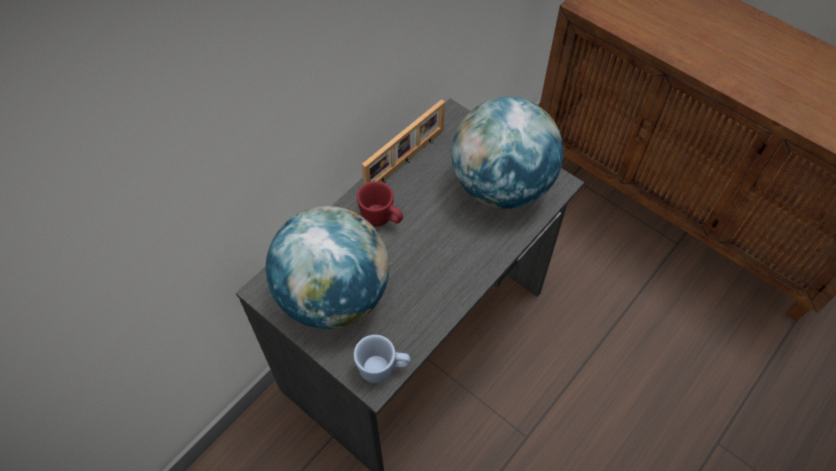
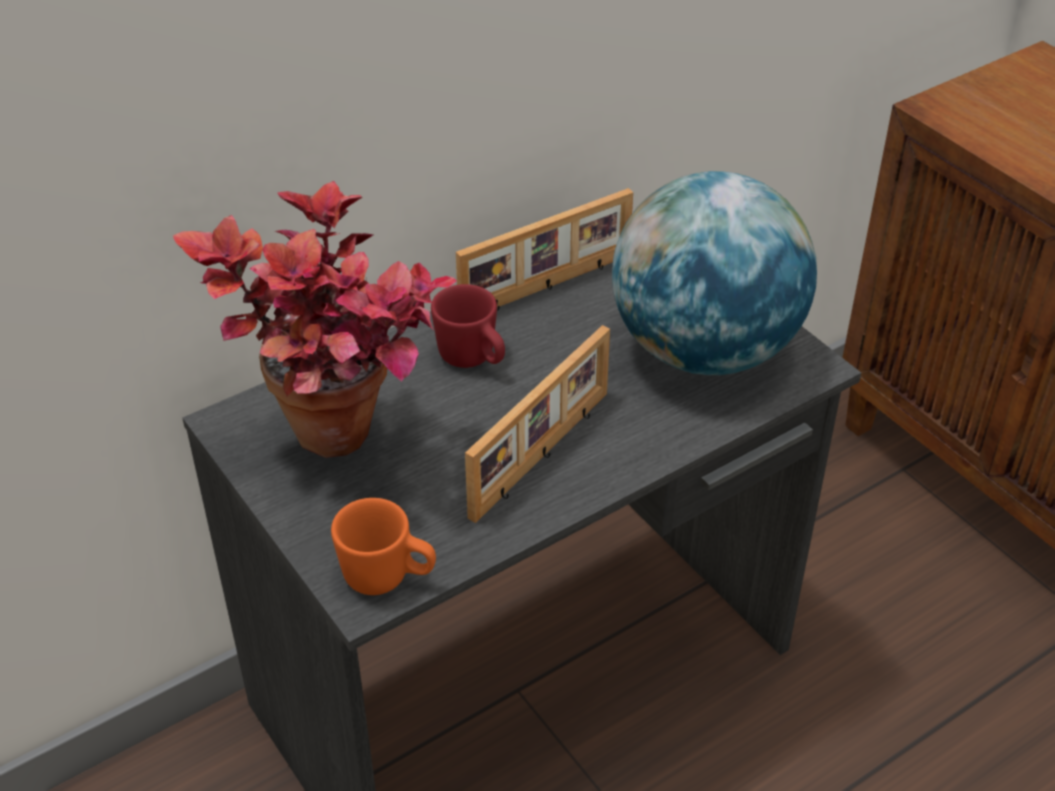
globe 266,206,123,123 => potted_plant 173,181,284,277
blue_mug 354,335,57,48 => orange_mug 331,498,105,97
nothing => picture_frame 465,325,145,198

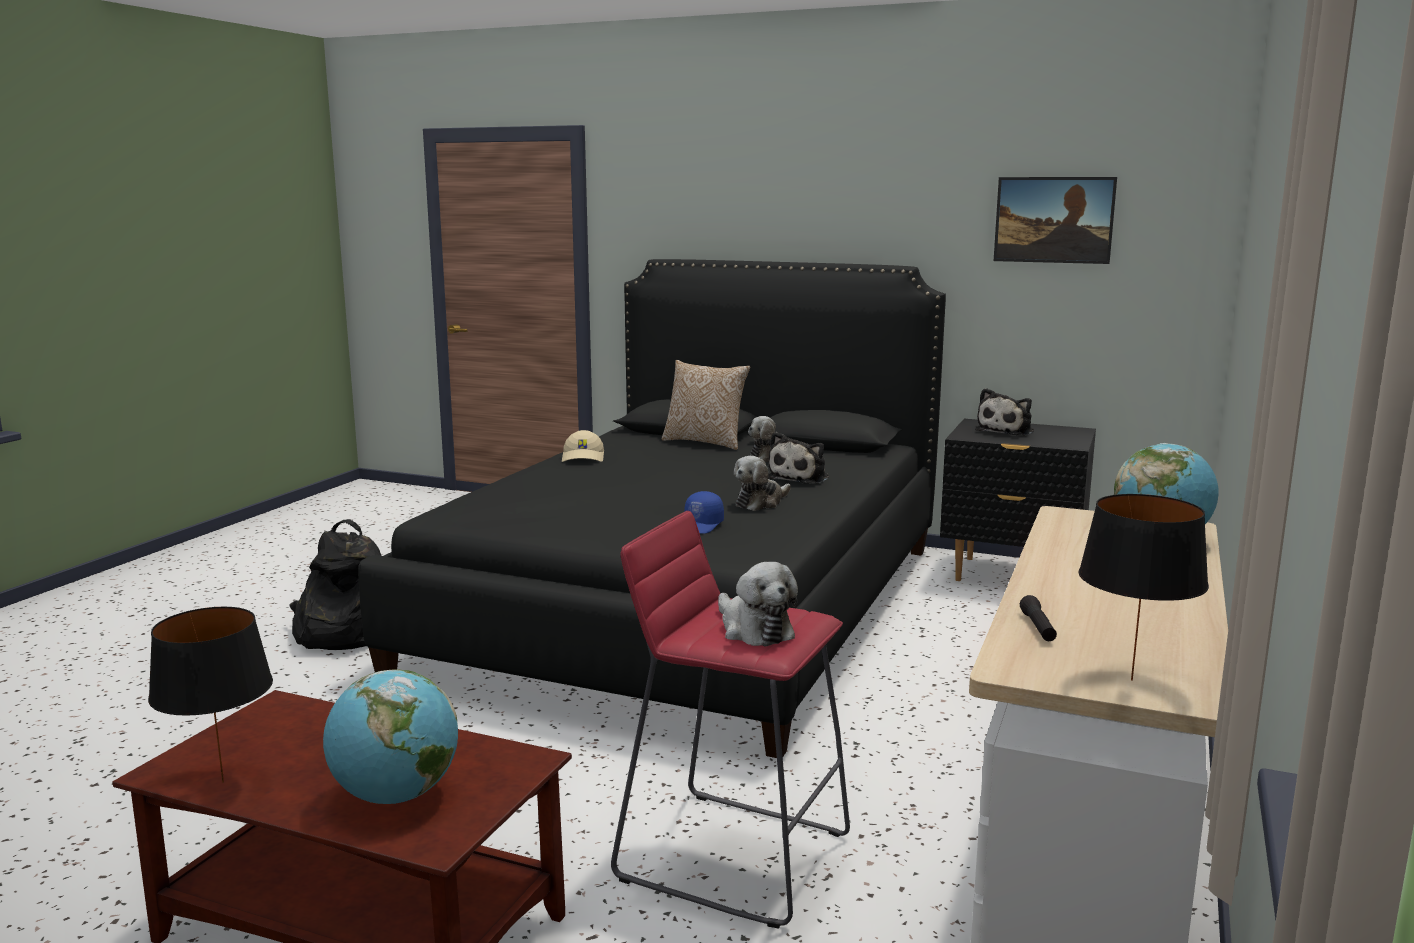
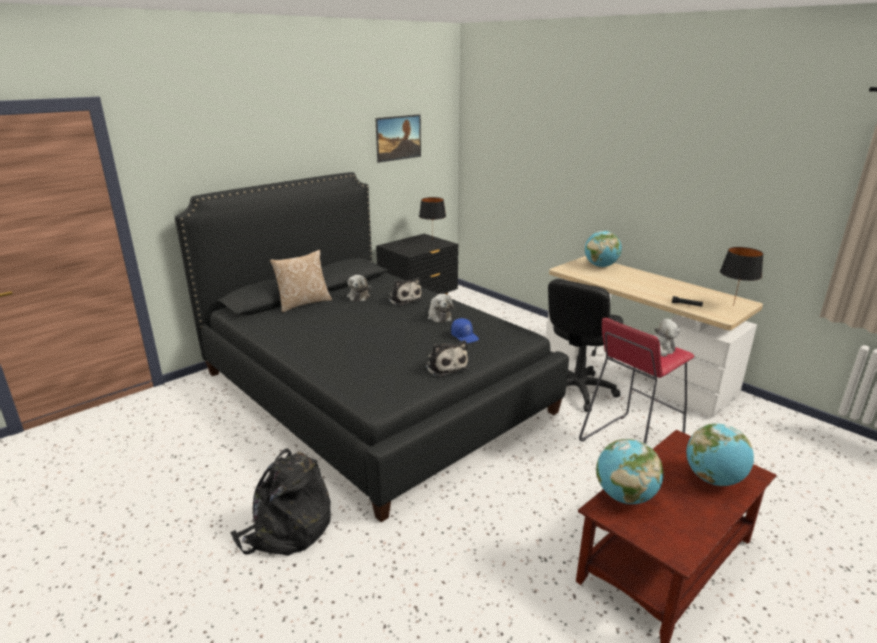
black_table_lamp 148,607,125,176 => black_table_lamp 419,197,27,40, relocated
beige_cap 562,430,42,32 => nothing
plush_toy 975,388,59,48 => plush_toy 425,340,44,37, relocated
nothing => black_office_chair 548,279,75,133
nothing => globe 596,439,68,65

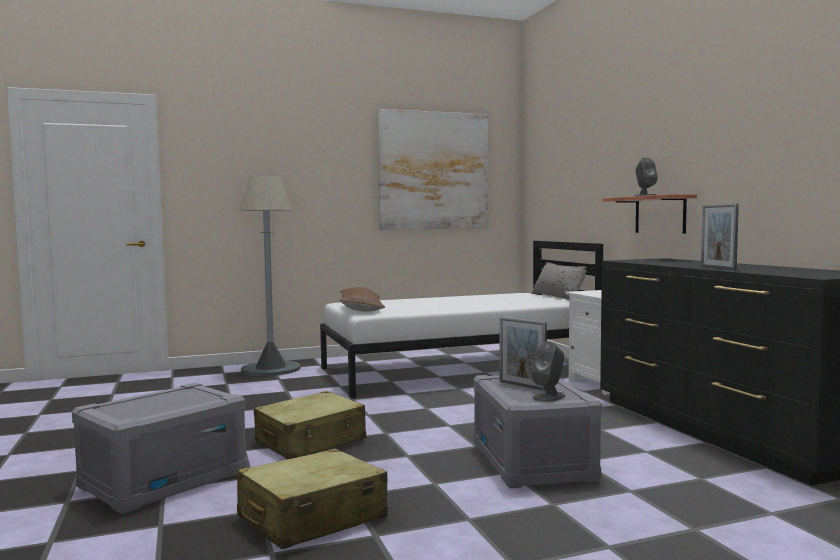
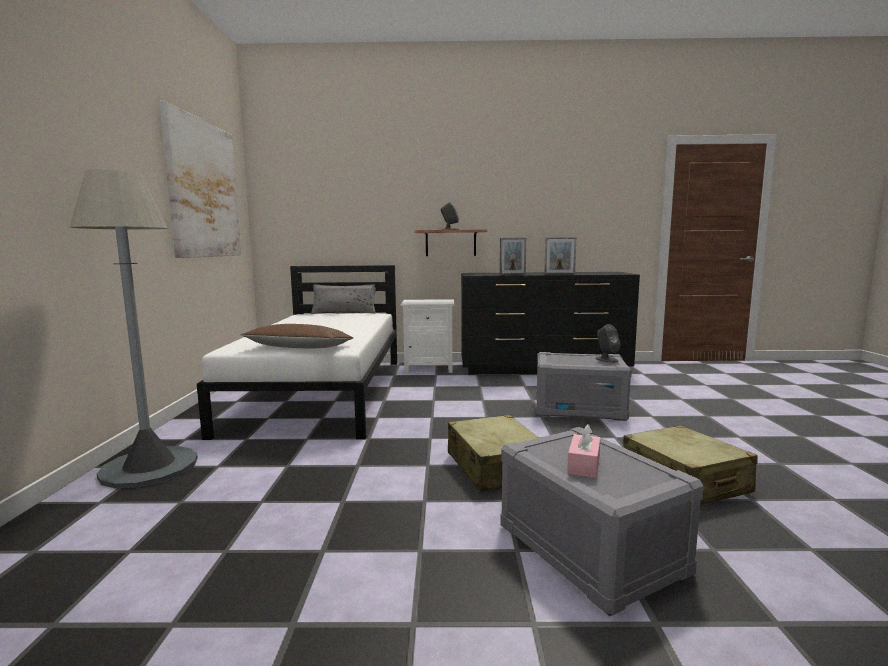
picture_frame 500,317,47,74 => picture_frame 500,238,26,37, relocated
nothing => pink_tissue_box 567,424,34,54

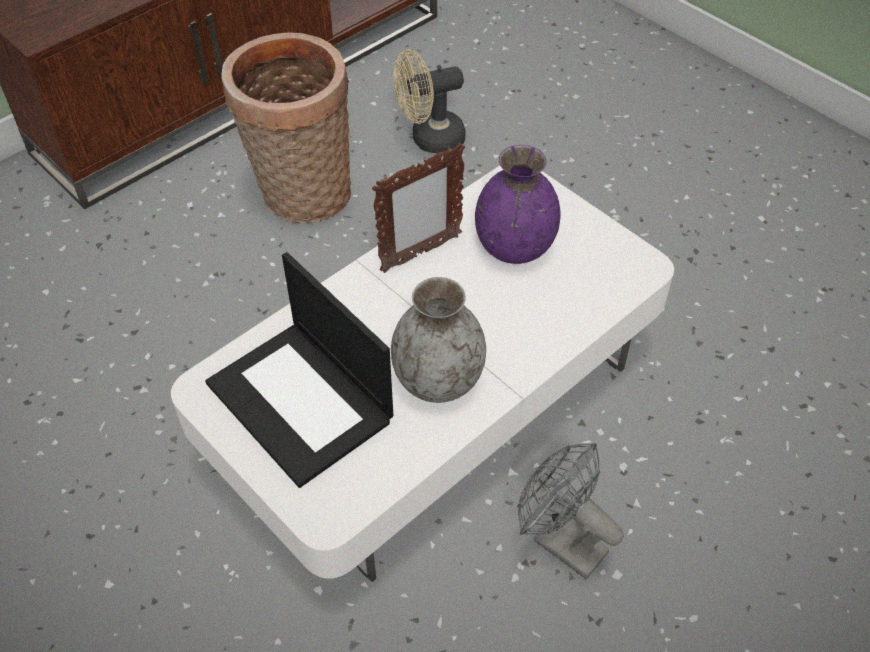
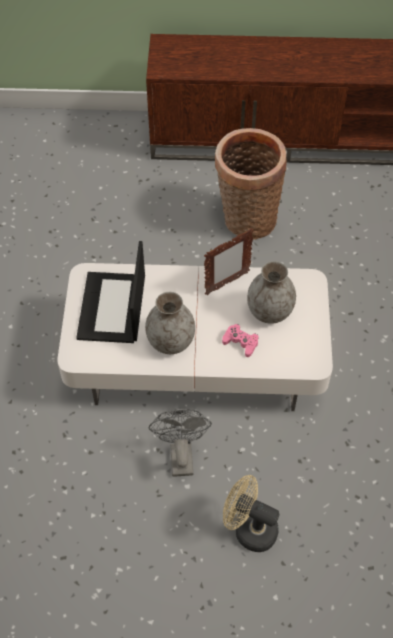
picture_frame 372,143,93,130 => picture_frame 204,228,50,67, 45 degrees counterclockwise
beige_fan 393,49,73,104 => beige_fan 223,475,57,77, relocated
purple_vase 475,145,86,119 => grey_vase 247,261,49,63
nothing => pink_game_controller 222,324,37,33

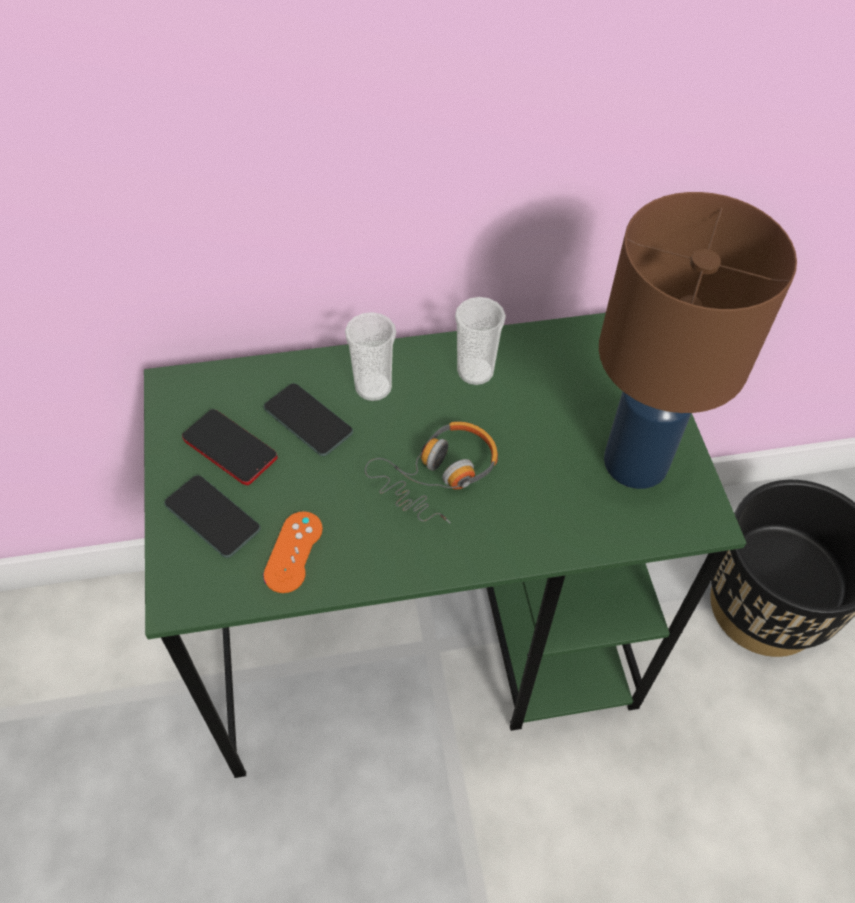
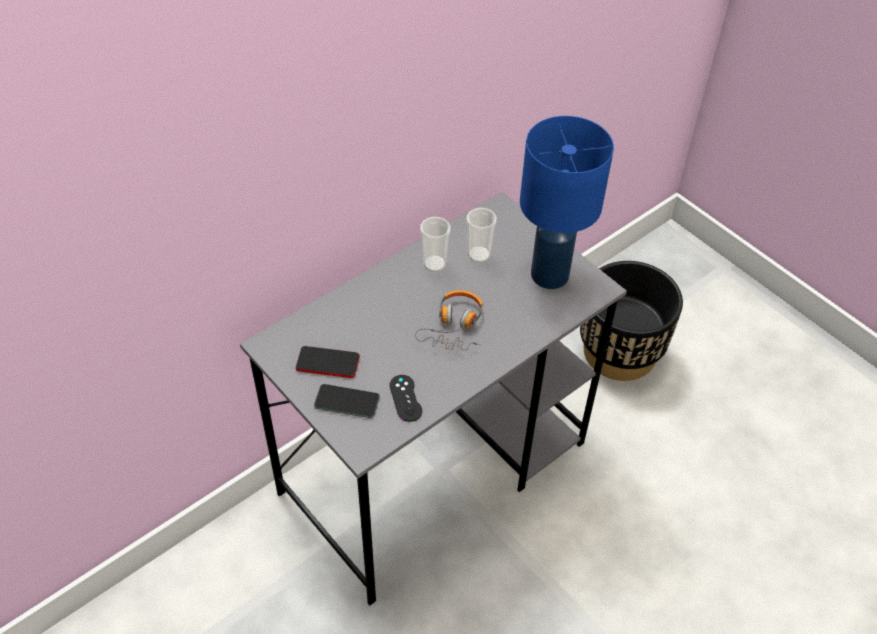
green_desk 144,313,602,465 => grey_desk 240,192,387,414
phone 263,383,90,73 => nothing
orange_game_controller 263,511,60,82 => black_game_controller 390,375,32,47
cup 345,312,51,89 => cup 466,208,31,55, relocated
brown_table_lamp 599,192,198,297 => blue_table_lamp 520,116,94,173

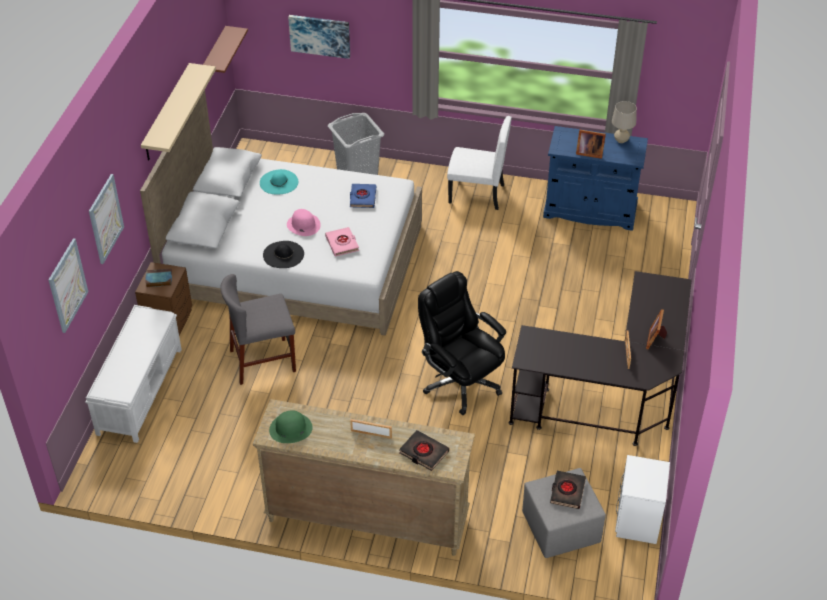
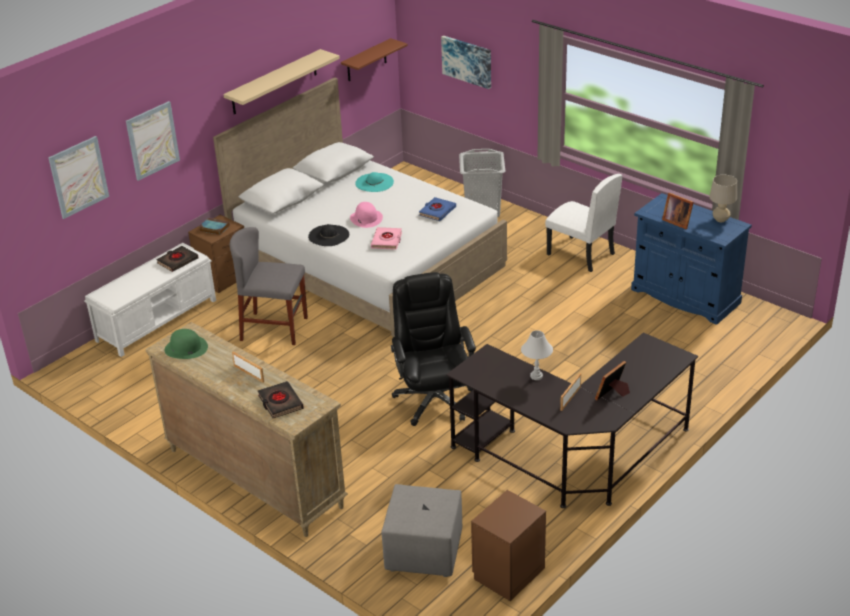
black_book 550,471,36,38 => black_book 156,246,42,26, relocated
white_nightstand 615,455,55,89 => brown_nightstand 471,490,75,111
nothing => white_table_lamp 521,330,32,50

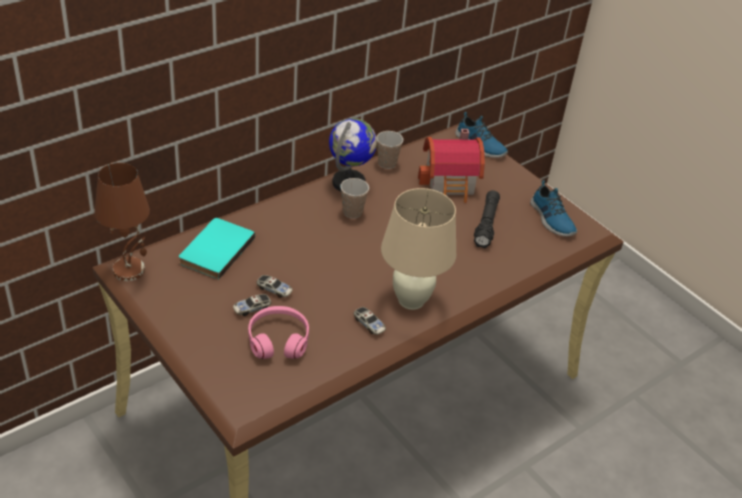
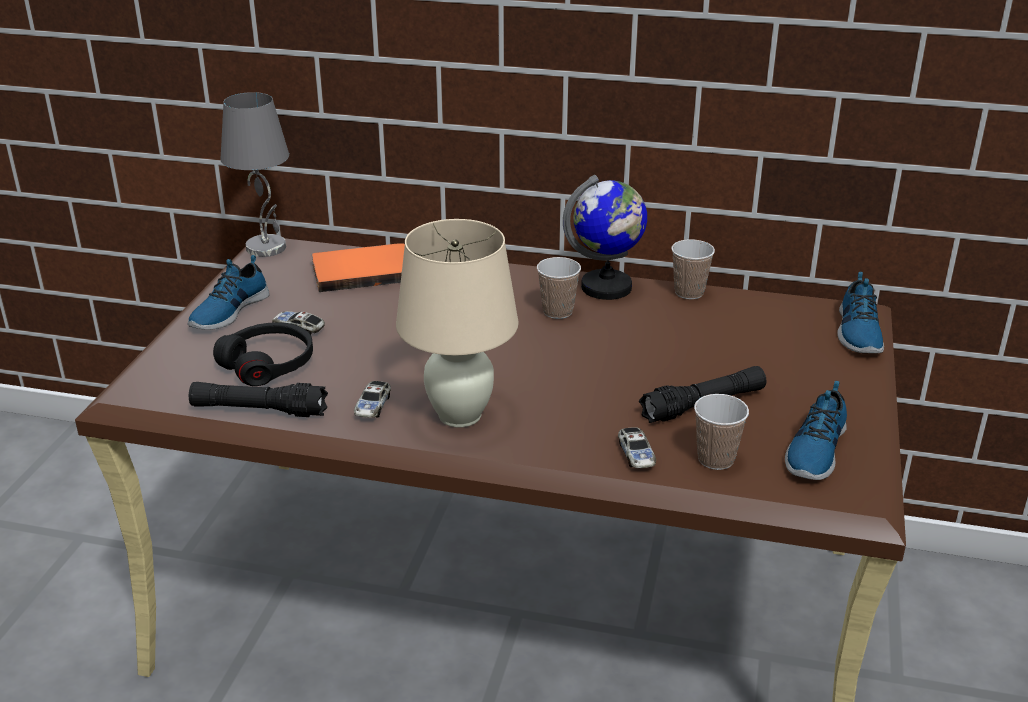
brown_table_lamp 94,163,56,118 => grey_table_lamp 220,92,69,165
turquoise_book 179,218,76,61 => orange_book 312,243,93,49
pink_headphones 248,306,61,53 => black_headphones 213,322,100,64
toy_car 256,275,37,23 => toy_car 618,427,38,41, relocated
toy_house 418,129,67,74 => nothing
nothing => shoe 188,255,81,75
nothing => black_flashlight 189,382,139,35
nothing => cup 694,394,55,76

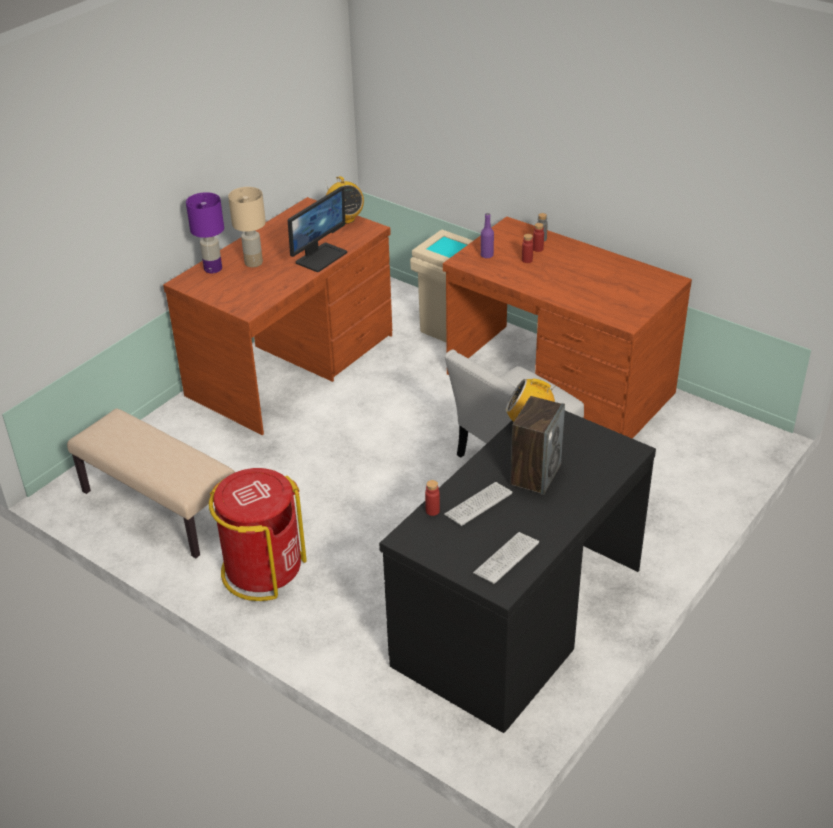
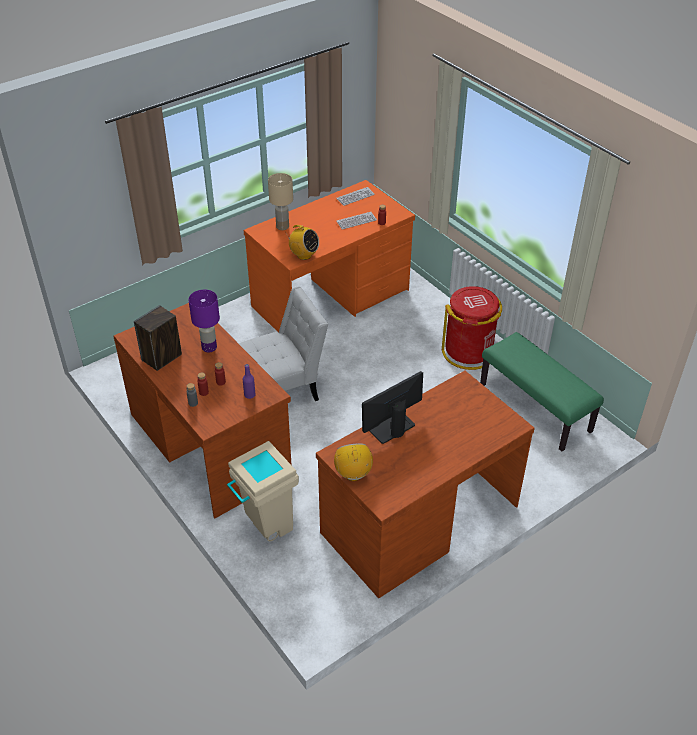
beige_bench 67,408,168,150 => green_bench 480,332,124,120
purple_table_lamp 186,192,38,81 => purple_table_lamp 188,290,32,62, relocated
beige_table_lamp 228,187,38,80 => beige_table_lamp 268,173,25,57, relocated
black_desk 379,411,277,322 => orange_desk 244,180,171,152
speaker 510,396,55,99 => speaker 134,305,48,66, relocated

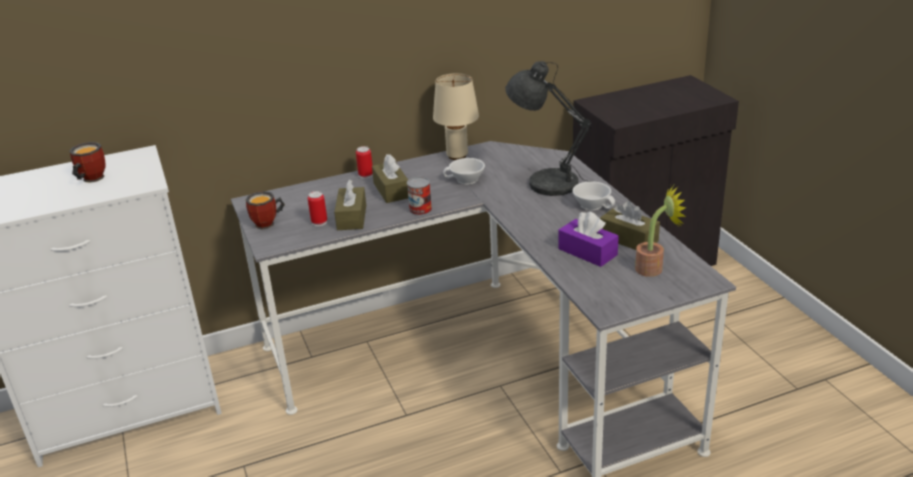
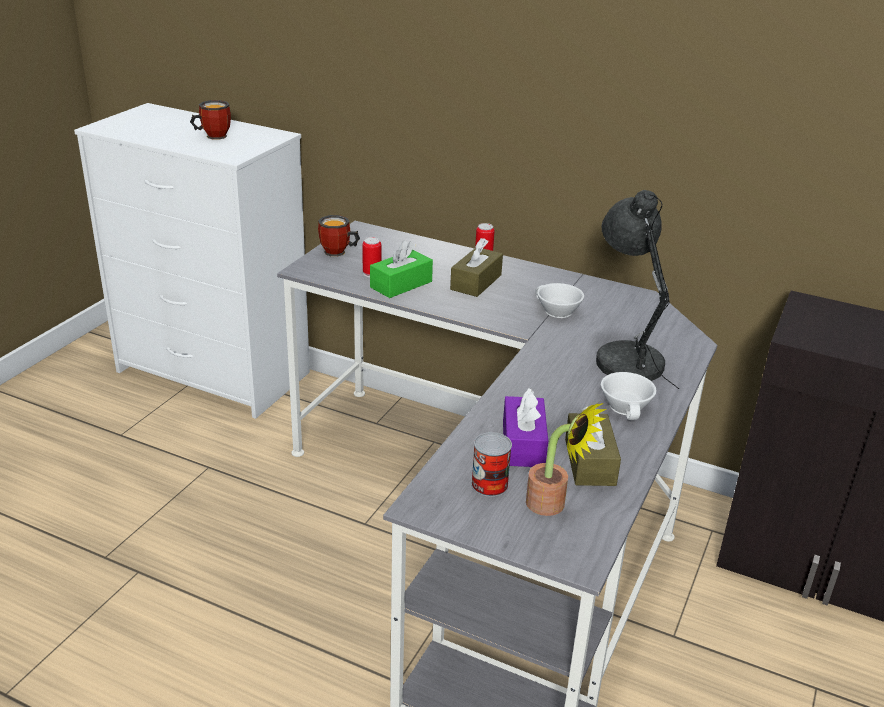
brown_tissue_box 334,180,32,50 => green_tissue_box 370,240,63,58
can 407,177,25,39 => can 471,432,41,65, relocated
beige_table_lamp 433,73,46,87 => nothing

